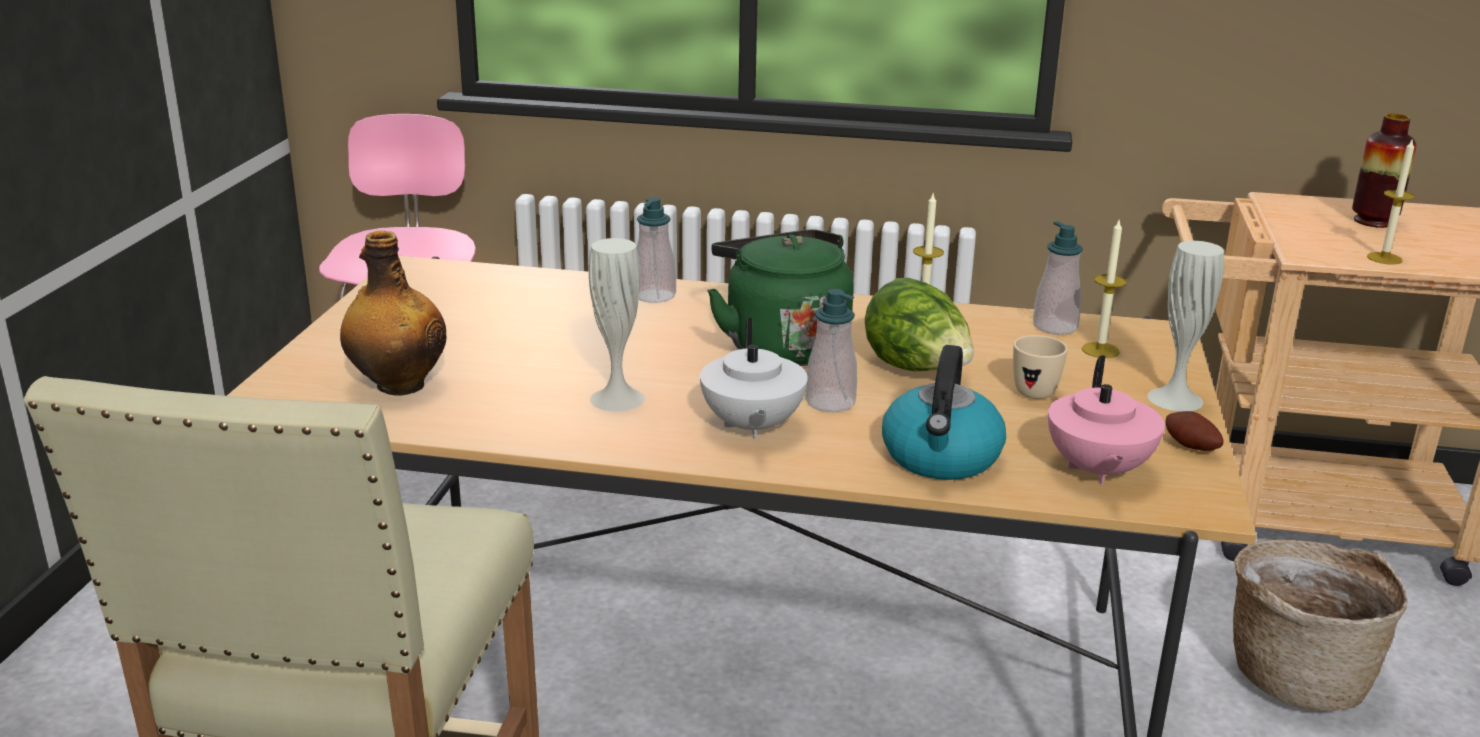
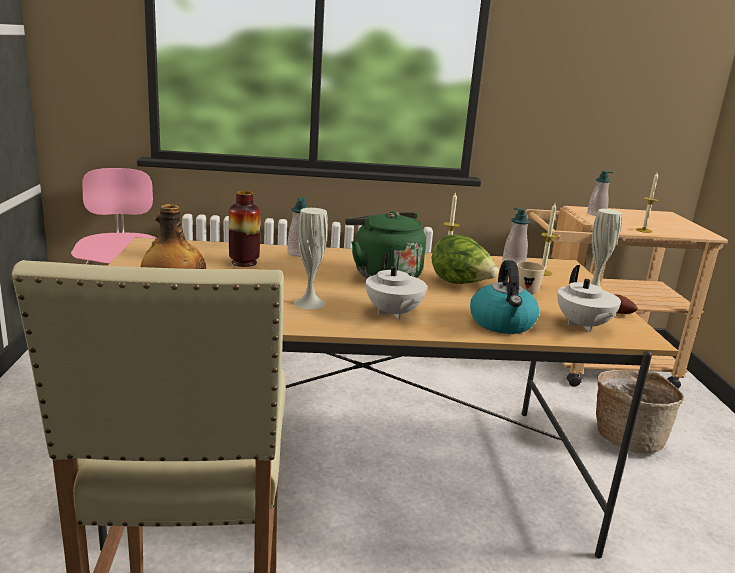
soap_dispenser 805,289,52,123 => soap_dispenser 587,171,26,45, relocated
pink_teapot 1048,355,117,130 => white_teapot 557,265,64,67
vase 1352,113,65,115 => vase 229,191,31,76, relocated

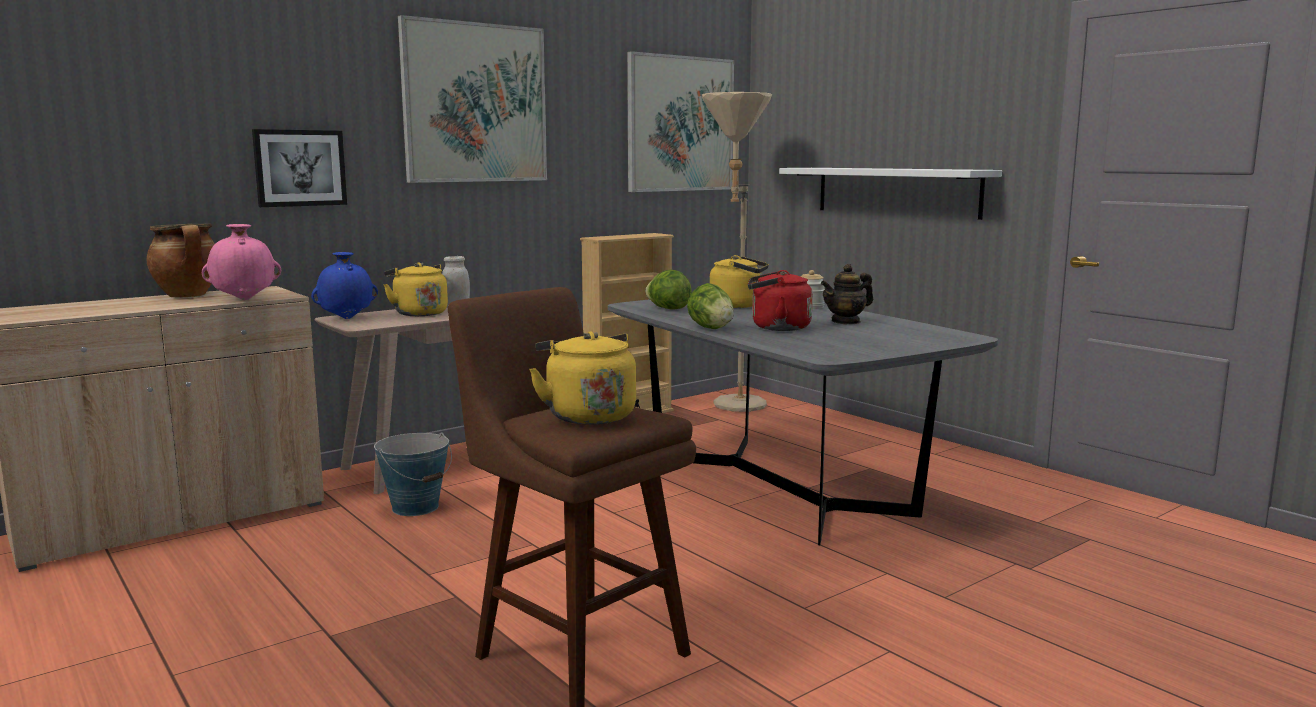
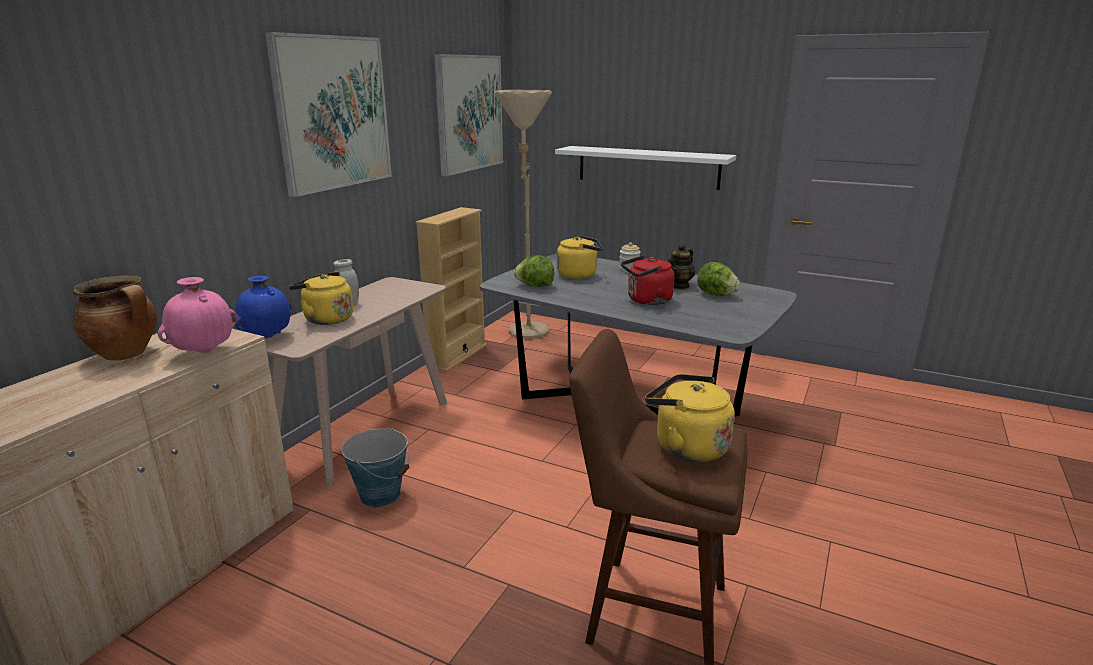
picture 252,129,95,78 => nothing
lettuce 687,283,47,46 => lettuce 697,262,43,34, relocated

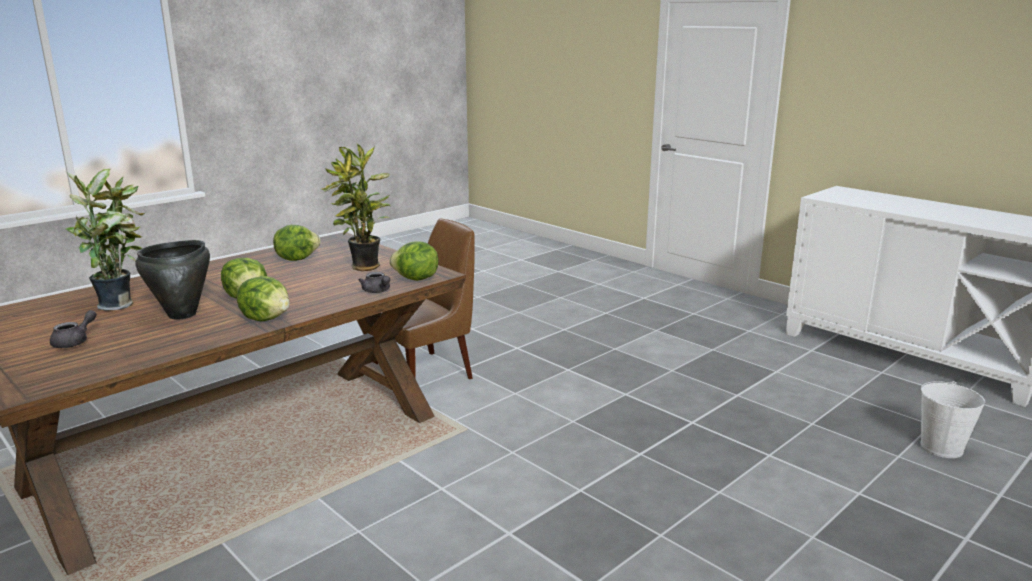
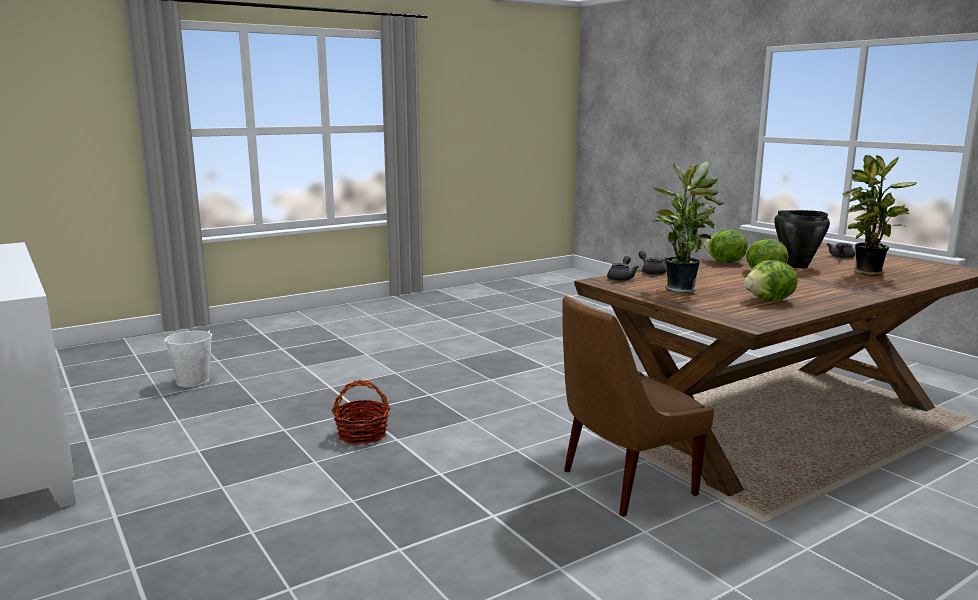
lettuce 389,241,49,40 => grey_teapot 607,256,32,25
nothing => basket 331,380,59,65

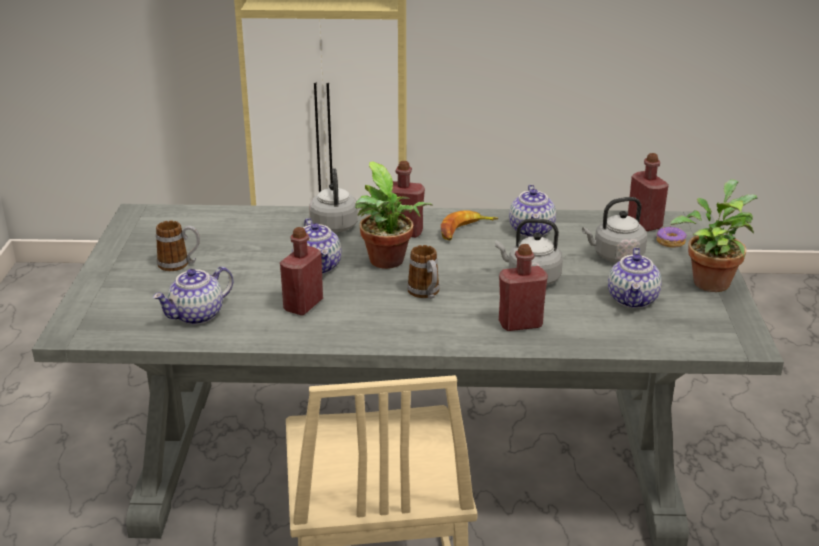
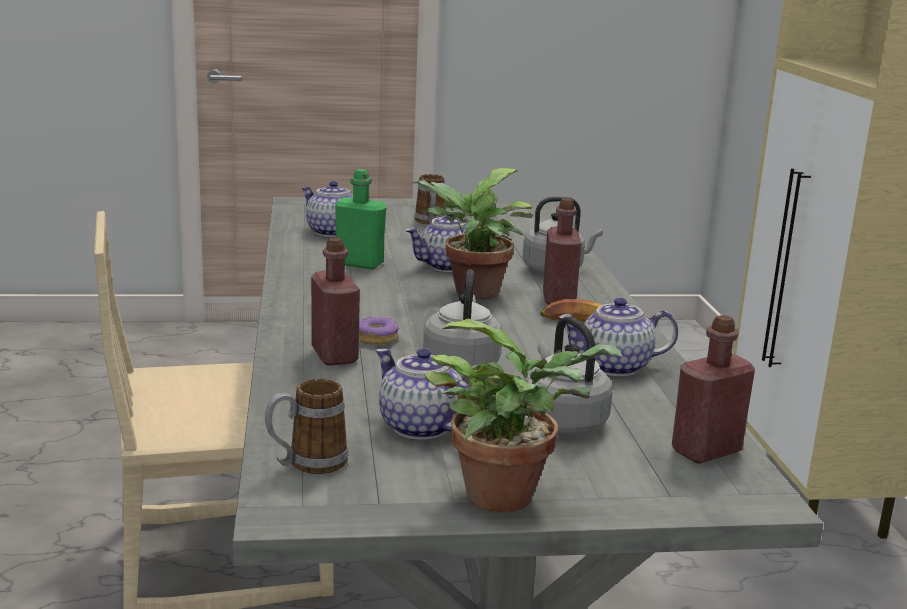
red_bottle 280,227,43,88 => green_bottle 335,169,51,101
mug 407,245,33,54 => mug 265,378,83,96, relocated
teapot 608,247,54,61 => teapot 376,348,93,92, 45 degrees clockwise
donut 656,226,31,22 => donut 359,317,40,28, relocated

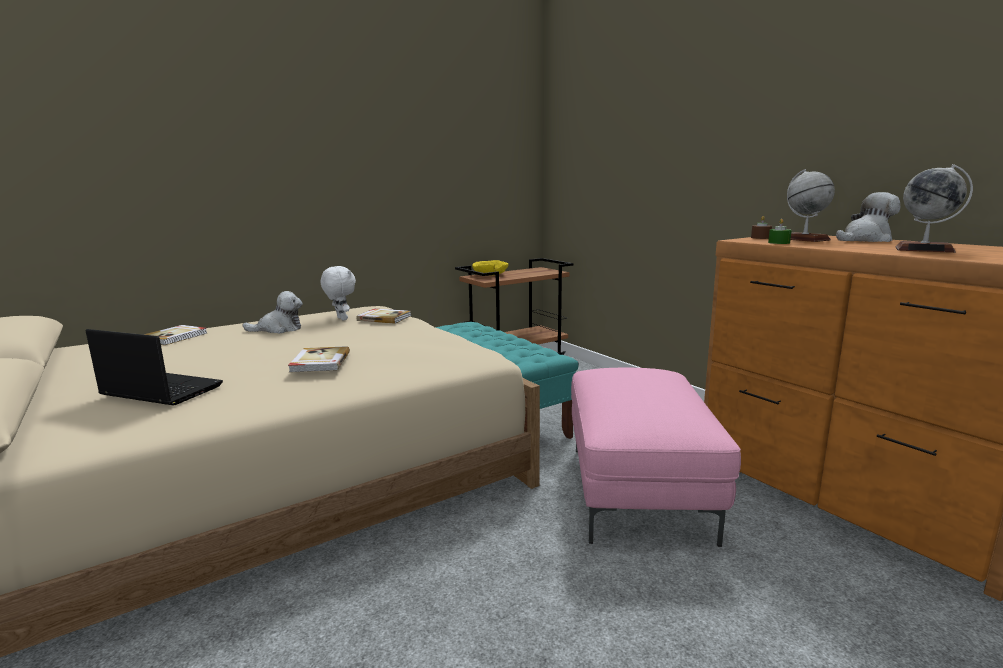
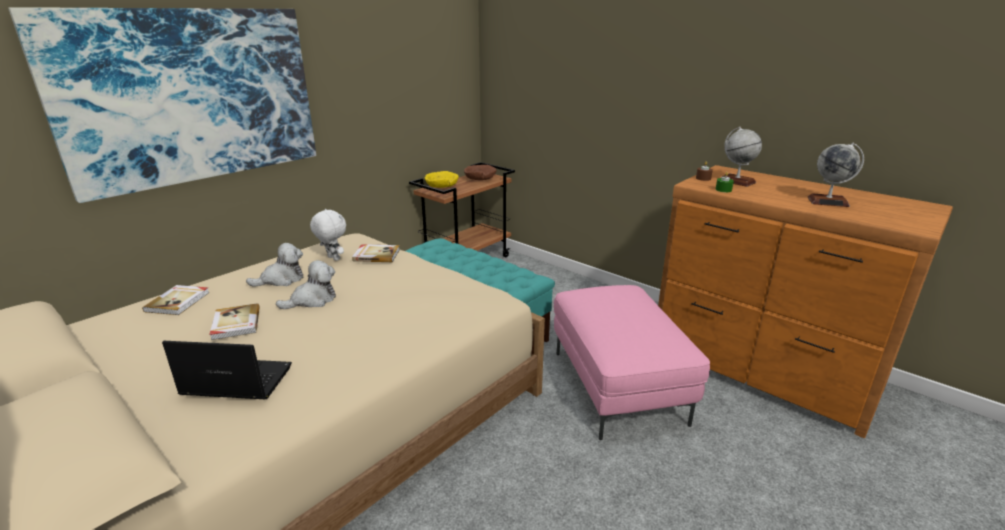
book 288,346,62,27 => book 209,303,51,37, relocated
plush_toy 836,192,64,50 => plush_toy 276,260,60,49, relocated
nothing => picture 8,7,308,196
nothing => brown_bowl 464,165,33,15

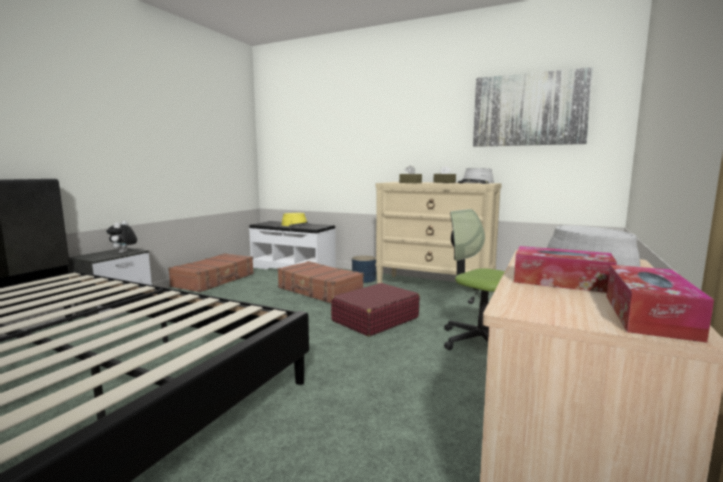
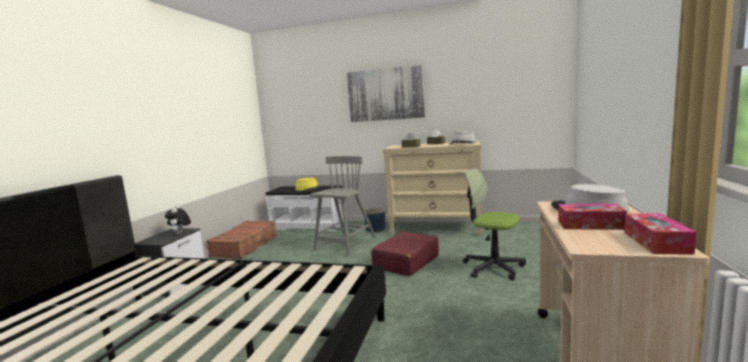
brown_suitcase 277,261,87,42 => grey_chair 310,156,66,99
picture 473,67,121,80 => picture 347,65,78,57, relocated

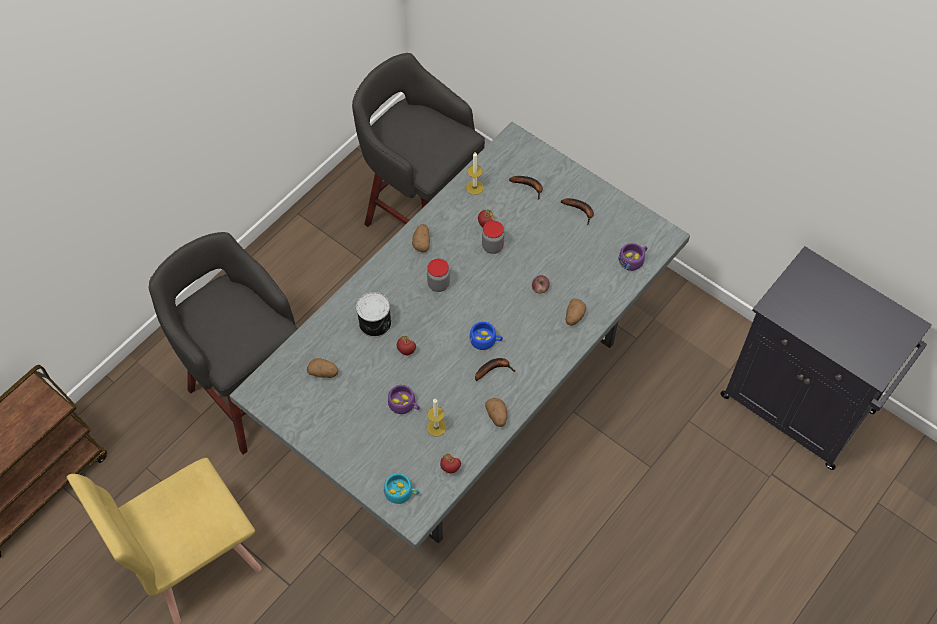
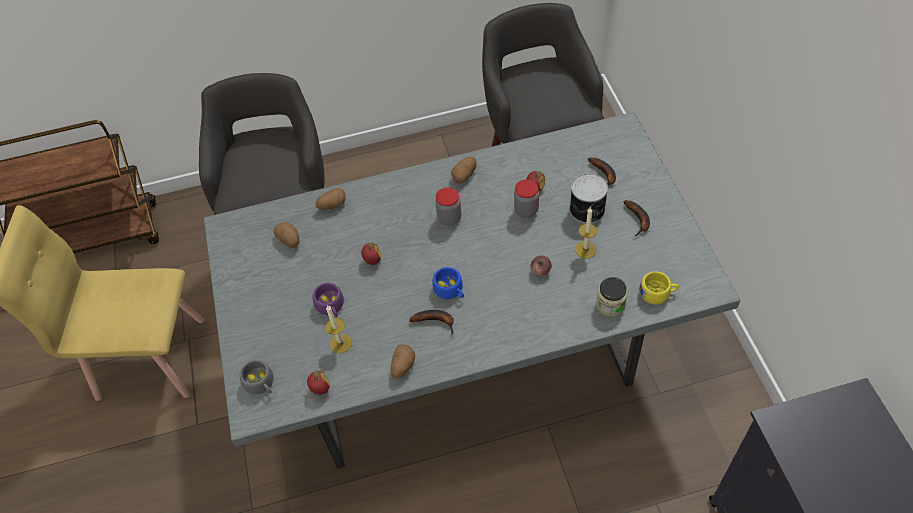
can 356,292,36,46 => can 570,173,38,51, relocated
turquoise_cup 384,473,35,31 => grey_cup 239,360,35,34
candle 466,152,18,43 => candle 575,207,22,52, relocated
potato 566,299,20,27 => potato 315,188,30,22, relocated
purple_cup 619,243,28,28 => yellow_cup 639,271,40,33
nothing => jar 596,277,32,39

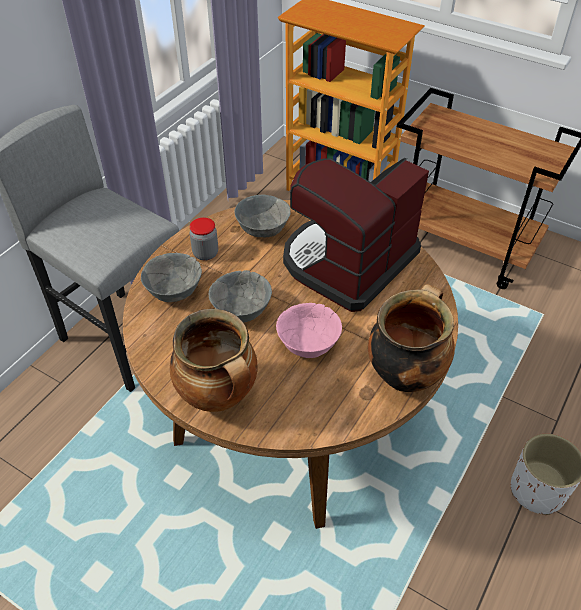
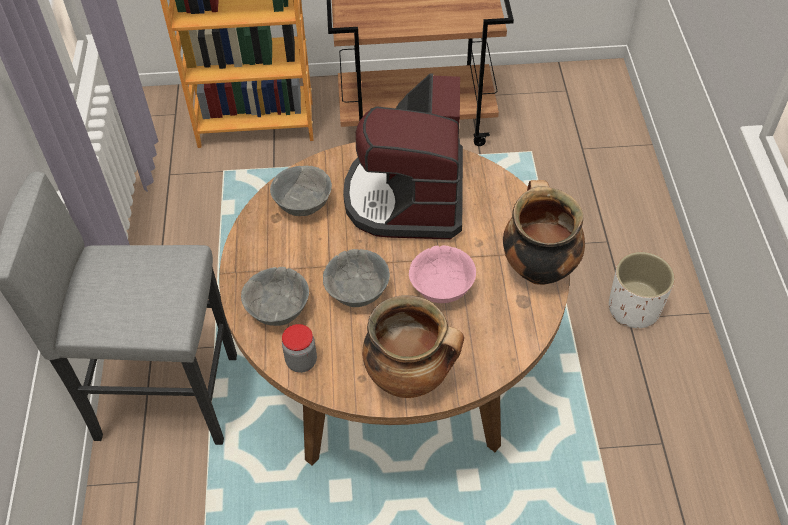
jar 190,217,28,44 => jar 282,324,35,49, relocated

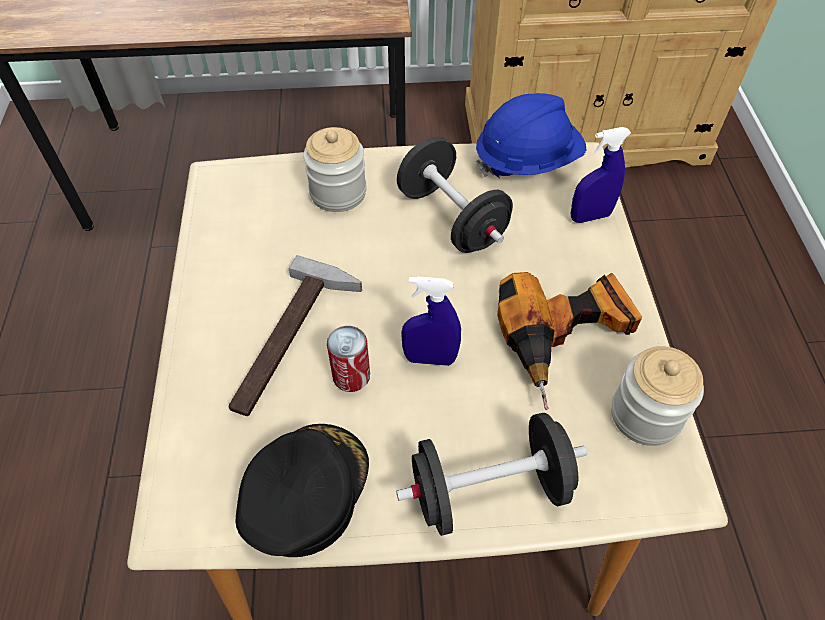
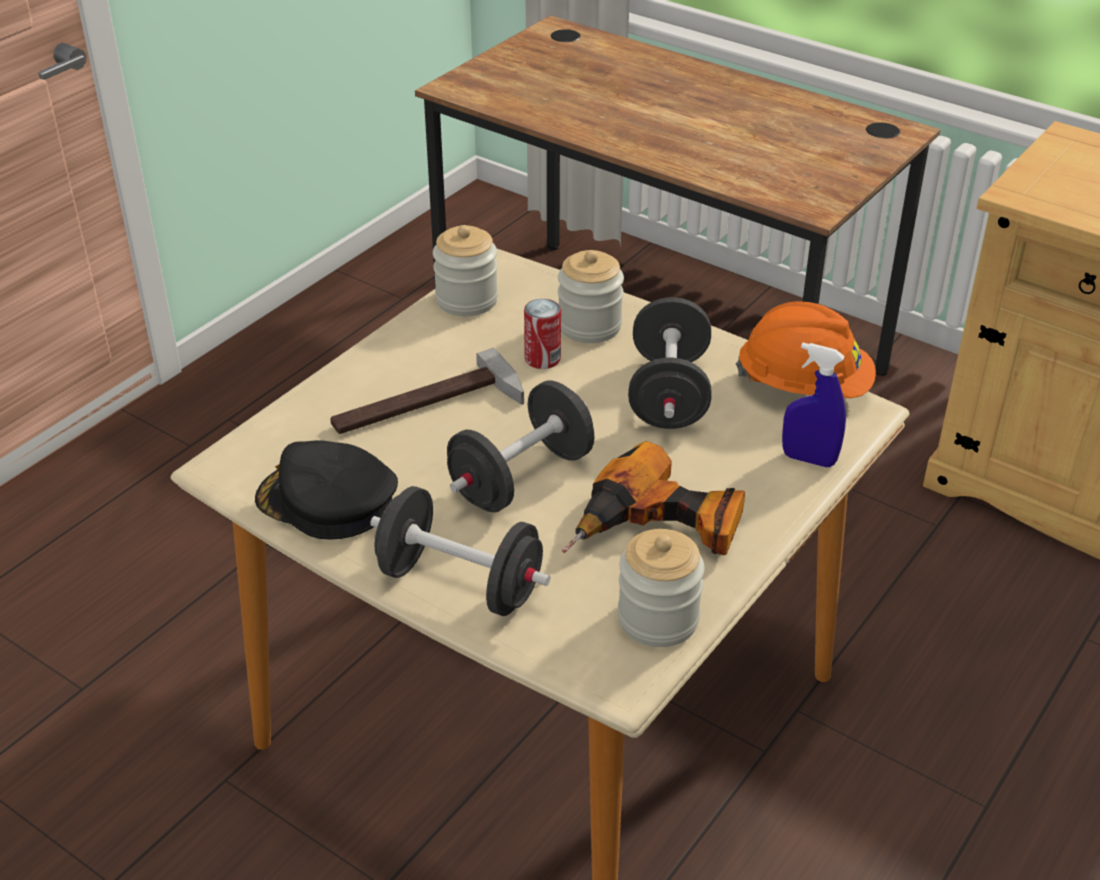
black_cap 236,424,133,133 => black_cap 255,440,143,100, 135 degrees counterclockwise
can 327,326,43,66 => can 524,299,37,70, relocated
blue_spray_bottle 401,276,60,90 => black_dumbbell 447,381,147,132
blue_hard_hat 476,93,110,85 => orange_hard_hat 736,301,140,97
nothing => jar 433,225,65,91

